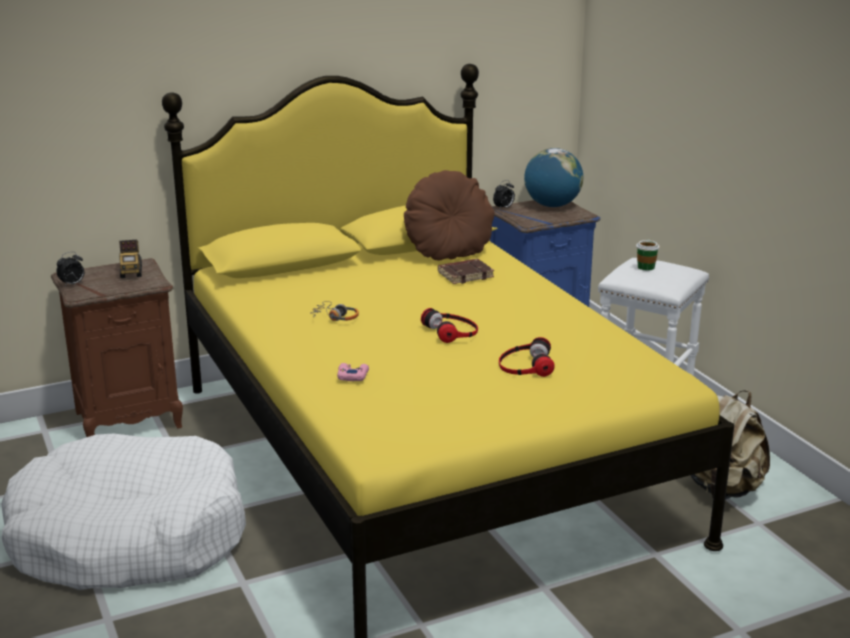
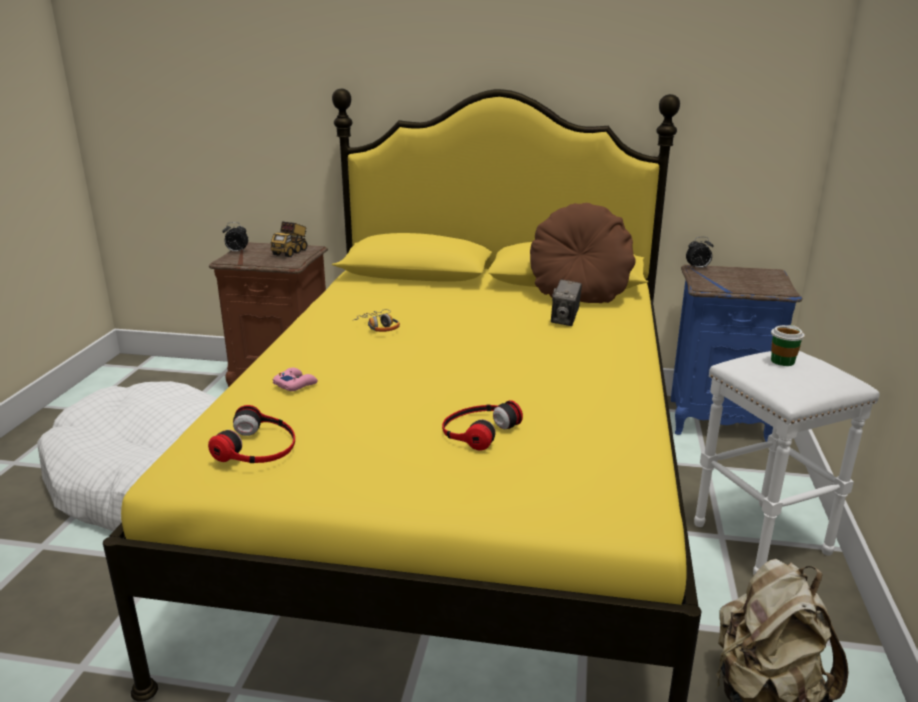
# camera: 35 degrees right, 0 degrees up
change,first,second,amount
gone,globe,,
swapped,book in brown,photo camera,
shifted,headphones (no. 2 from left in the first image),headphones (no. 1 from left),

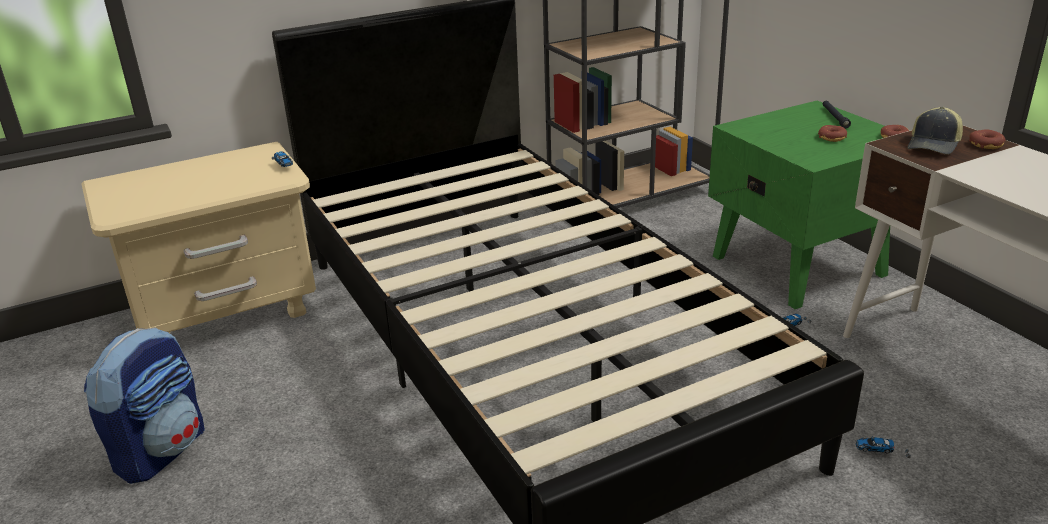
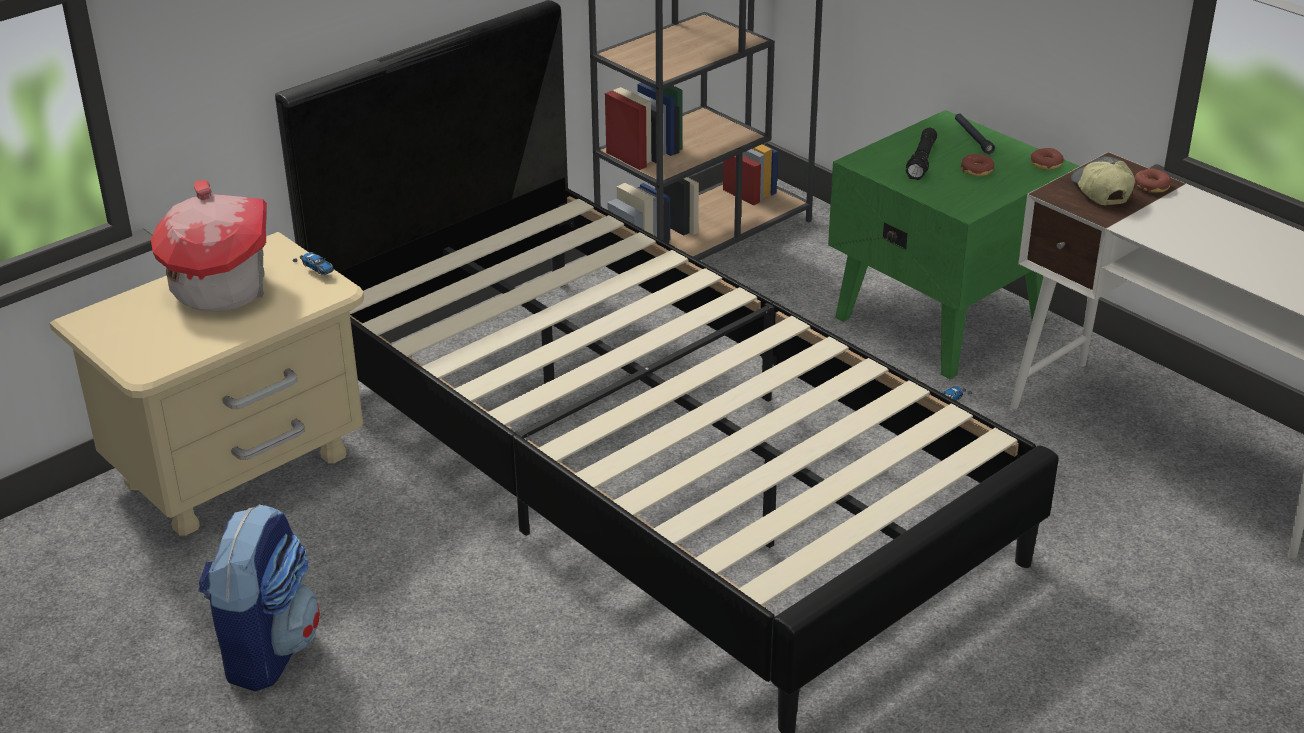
# camera: 15 degrees left, 5 degrees up
change,first,second,amount
rotated,cap,,150 degrees clockwise
gone,toy car (no. 3 from left),,
new,,flashlight in black (no. 1 from left),
new,,toy house,

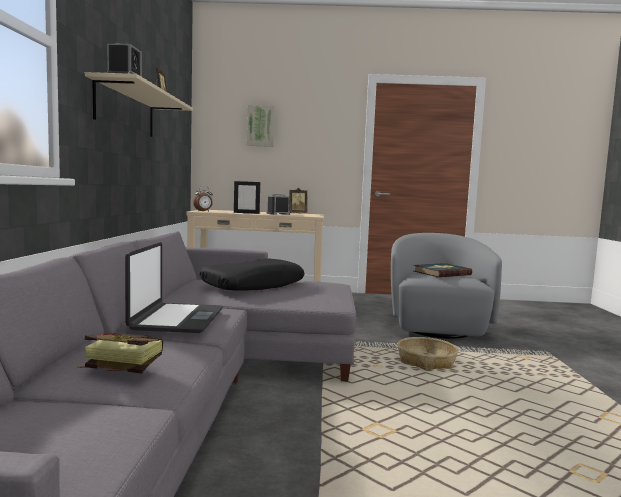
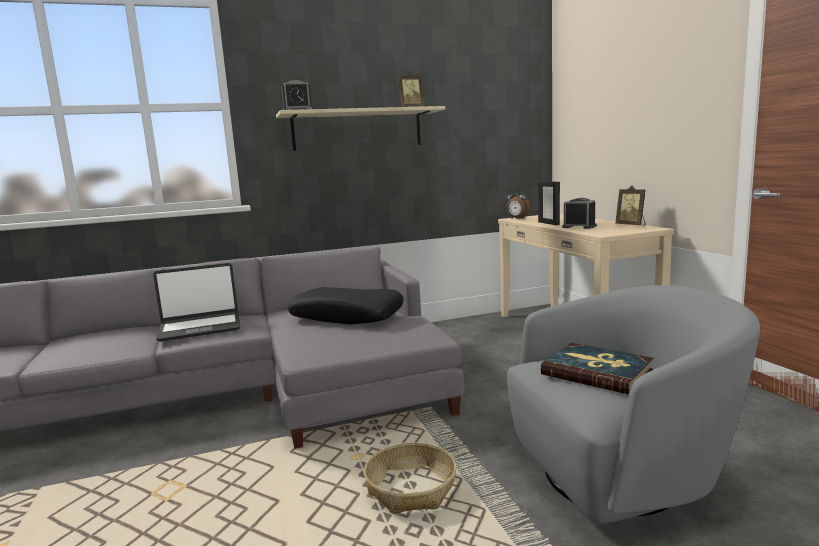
# camera: 70 degrees right, 5 degrees up
change,first,second,amount
gone,picture,,
gone,book (no. 1 from left),,

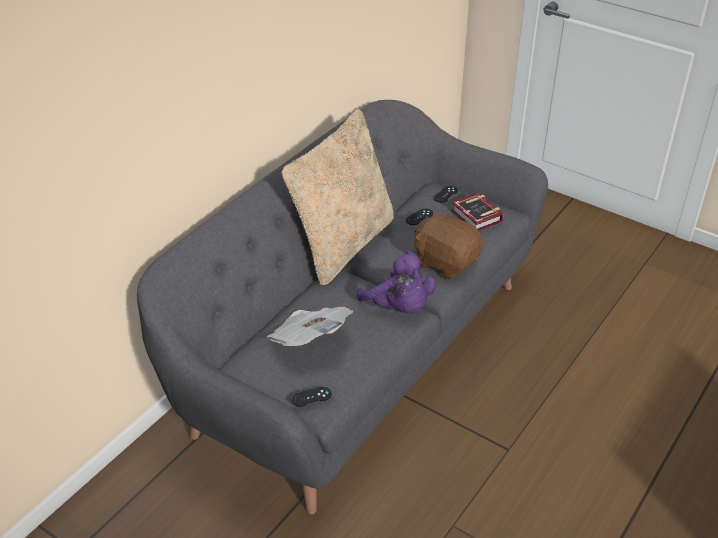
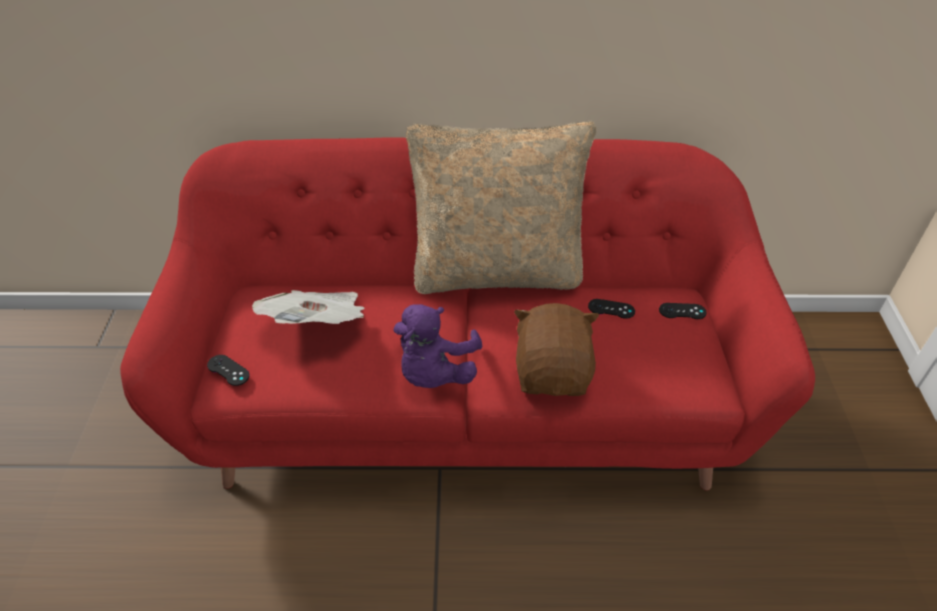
# camera: 55 degrees right, 5 degrees up
change,first,second,amount
repainted,sofa in grey,sofa in red,
gone,book,,

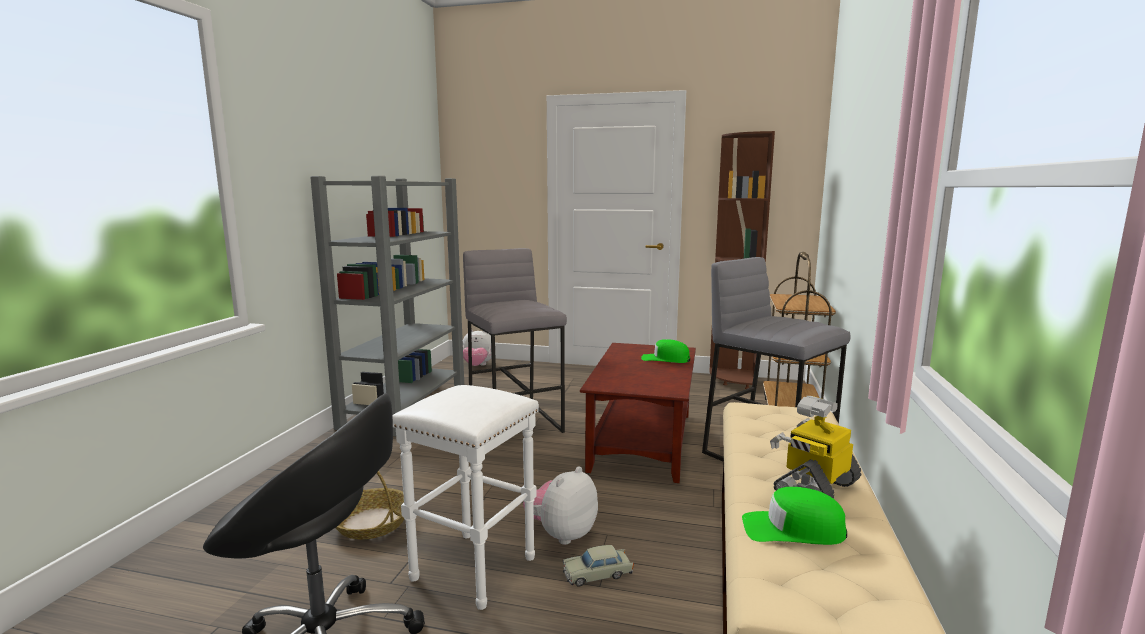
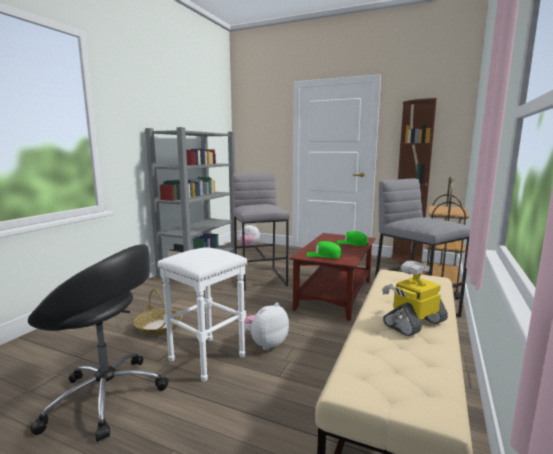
# camera: 10 degrees right, 0 degrees up
change,first,second,amount
shifted,cap in green (no. 2 from left in the first image),cap in green (no. 1 from left),
gone,toy car in beige,,

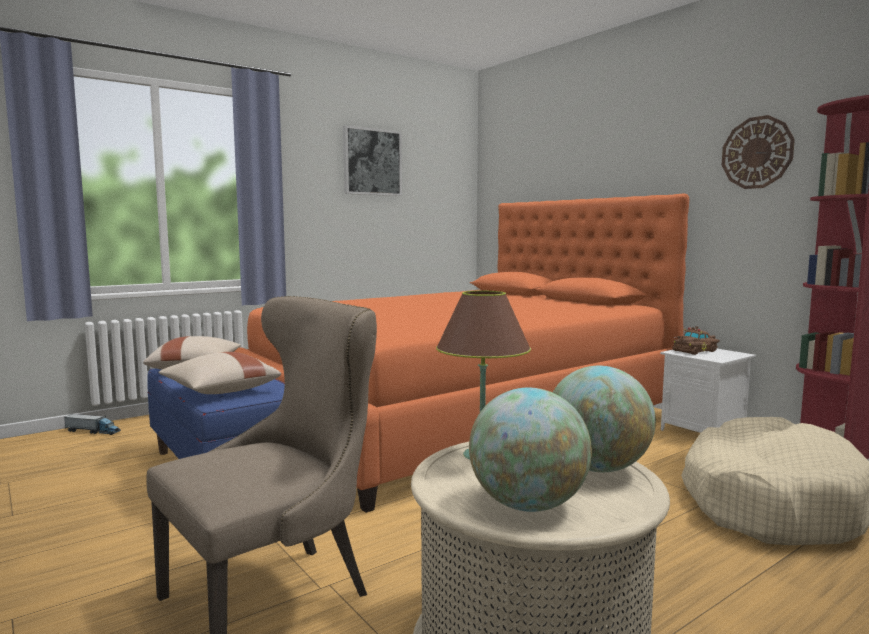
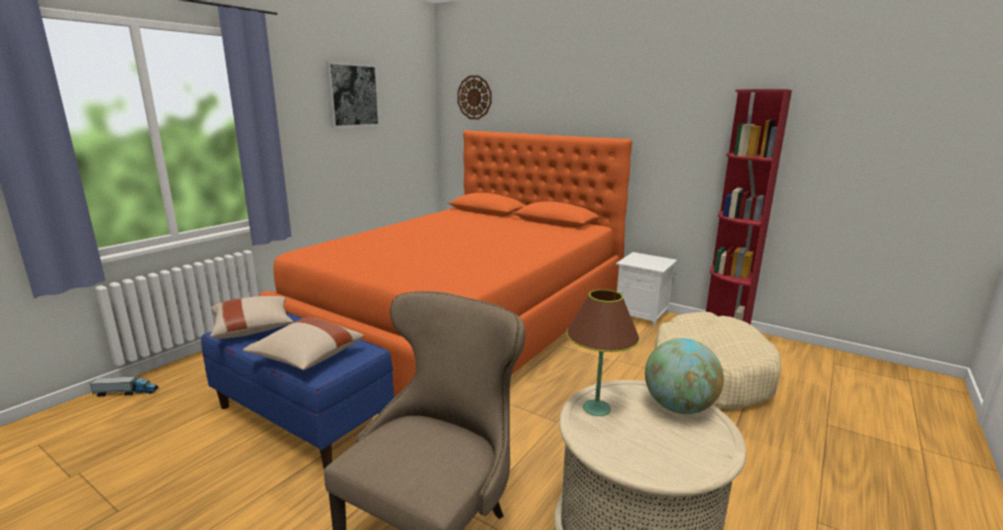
# camera: 20 degrees left, 10 degrees up
change,first,second,amount
shifted,wall clock,,
gone,toy car in brown,,
gone,globe (no. 1 from left),,

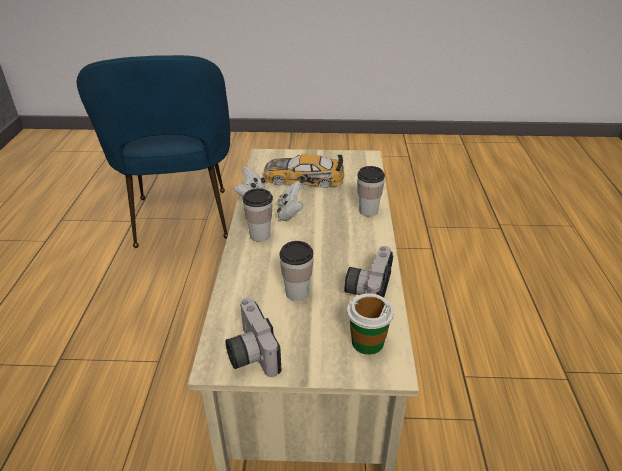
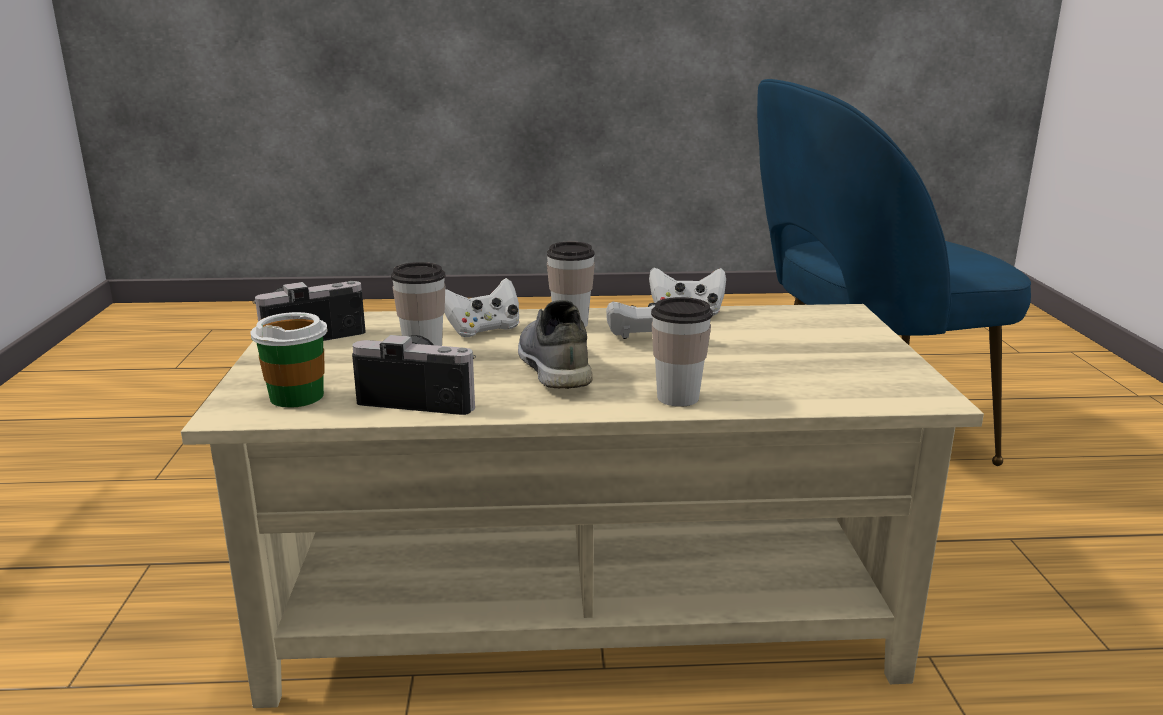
# camera: 85 degrees right, 15 degrees down
change,first,second,amount
gone,toy car,,
new,,game controller in white (no. 1 from left),
new,,shoe in grey,

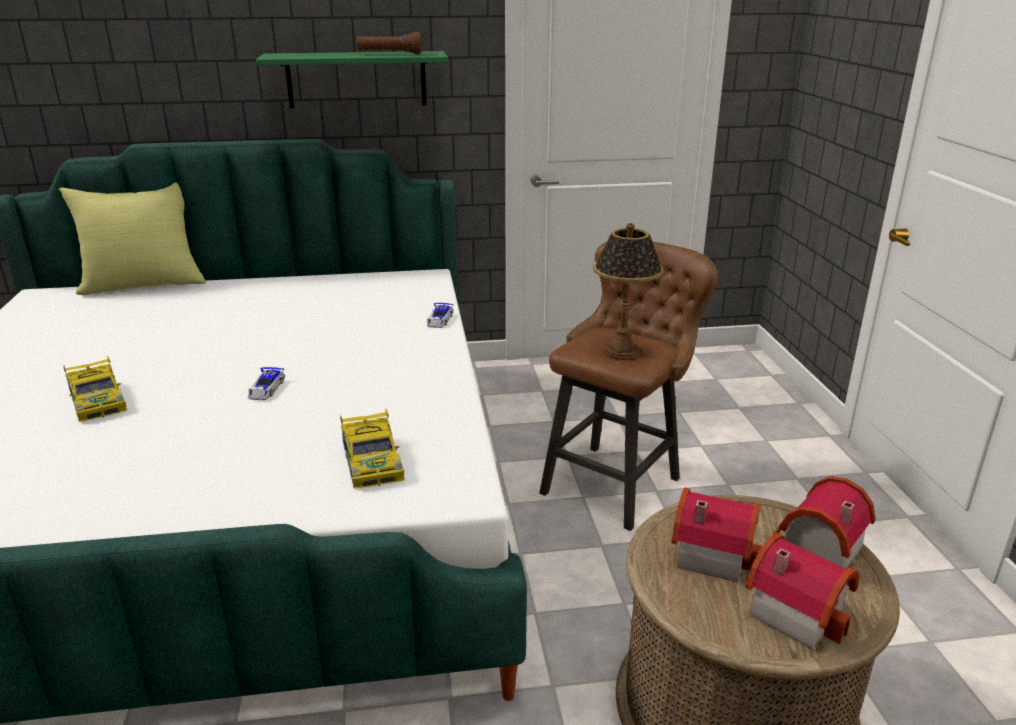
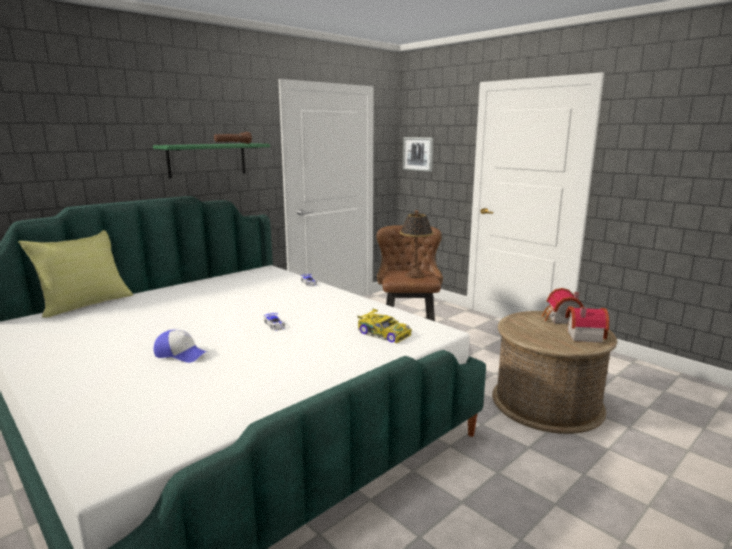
# camera: 35 degrees left, 10 degrees down
change,first,second,amount
swapped,toy car (no. 1 from left),cap,
gone,toy house (no. 1 from left),,
new,,picture,

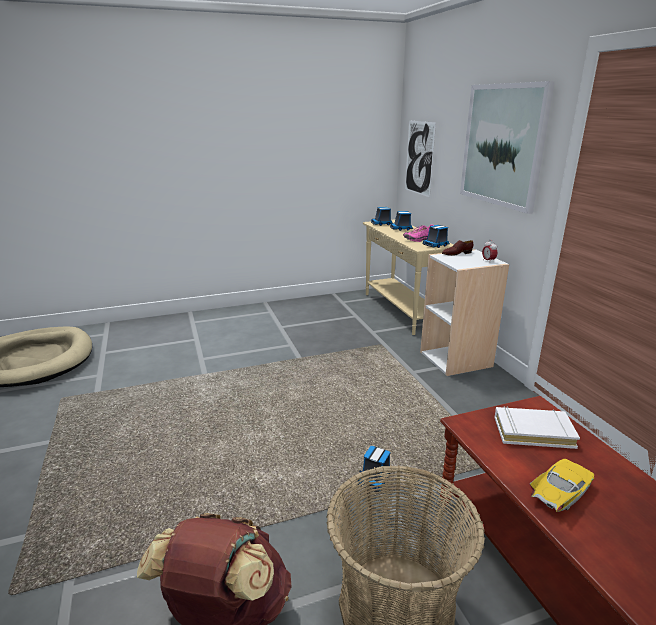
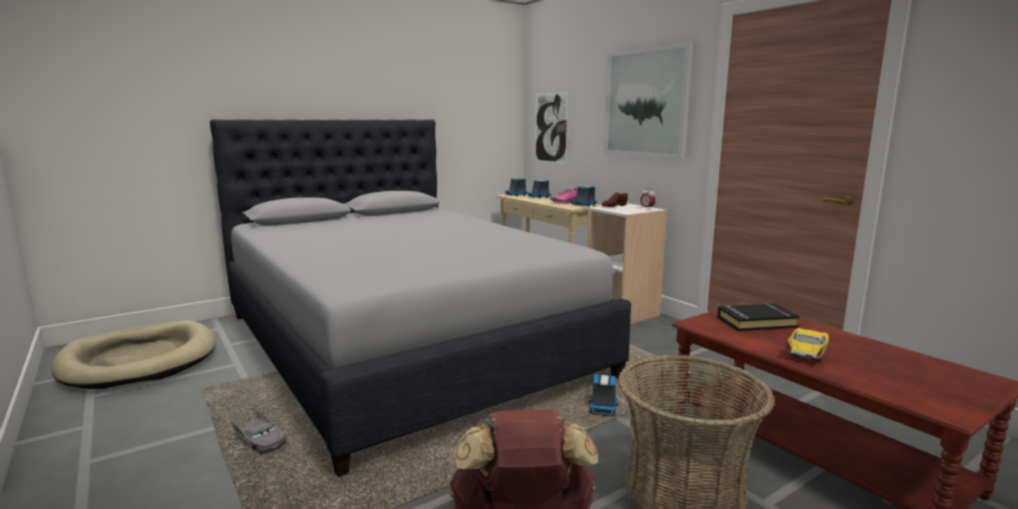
# camera: 15 degrees left, 10 degrees down
change,first,second,amount
repainted,book in white,book in black,
new,,bed in grey,
new,,toy car in grey,

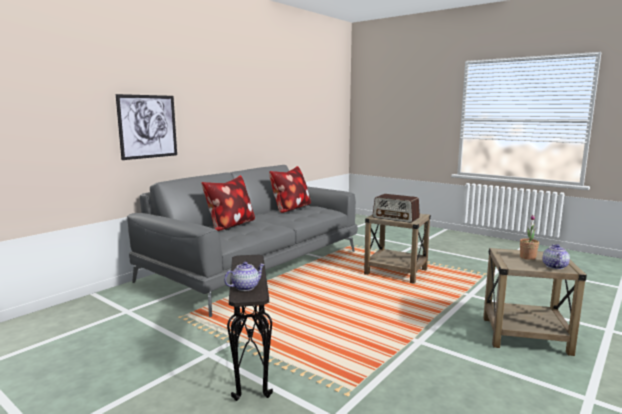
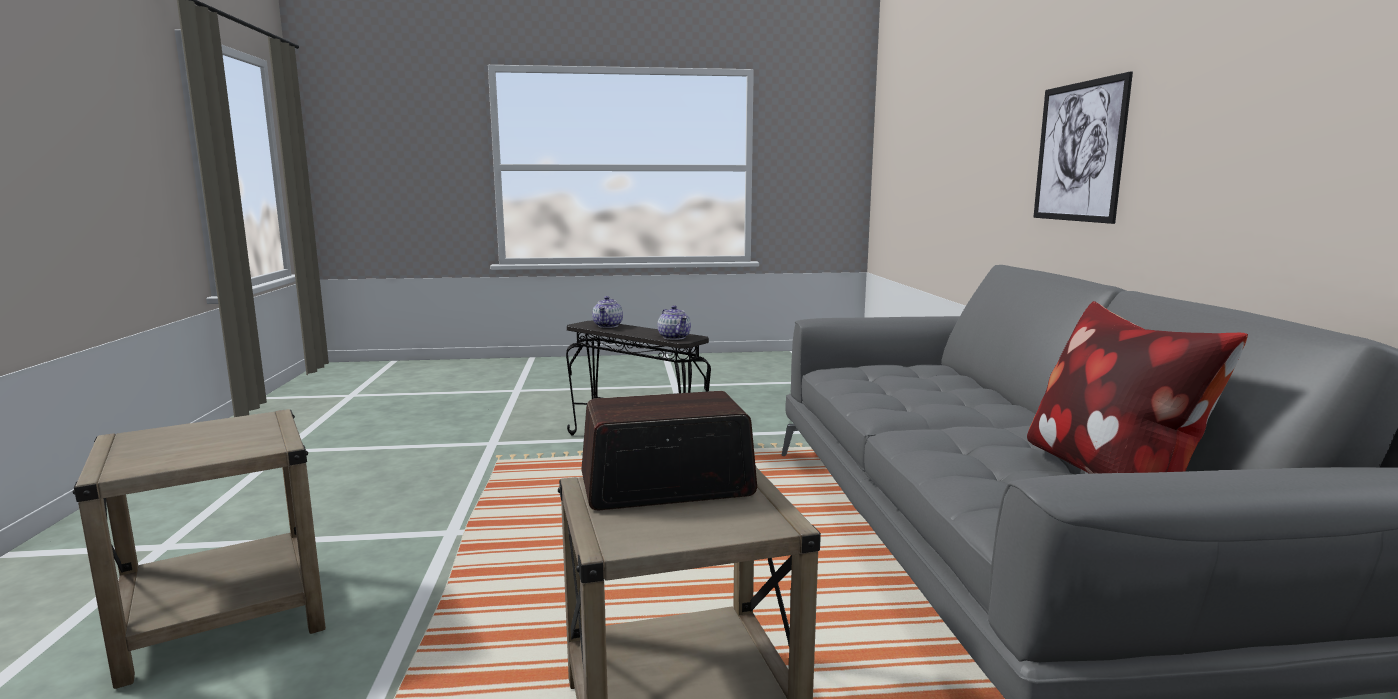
# camera: 135 degrees right, 0 degrees up
change,first,second,amount
gone,pillow (no. 1 from left),,
gone,potted plant,,
shifted,teapot (no. 2 from left),,

